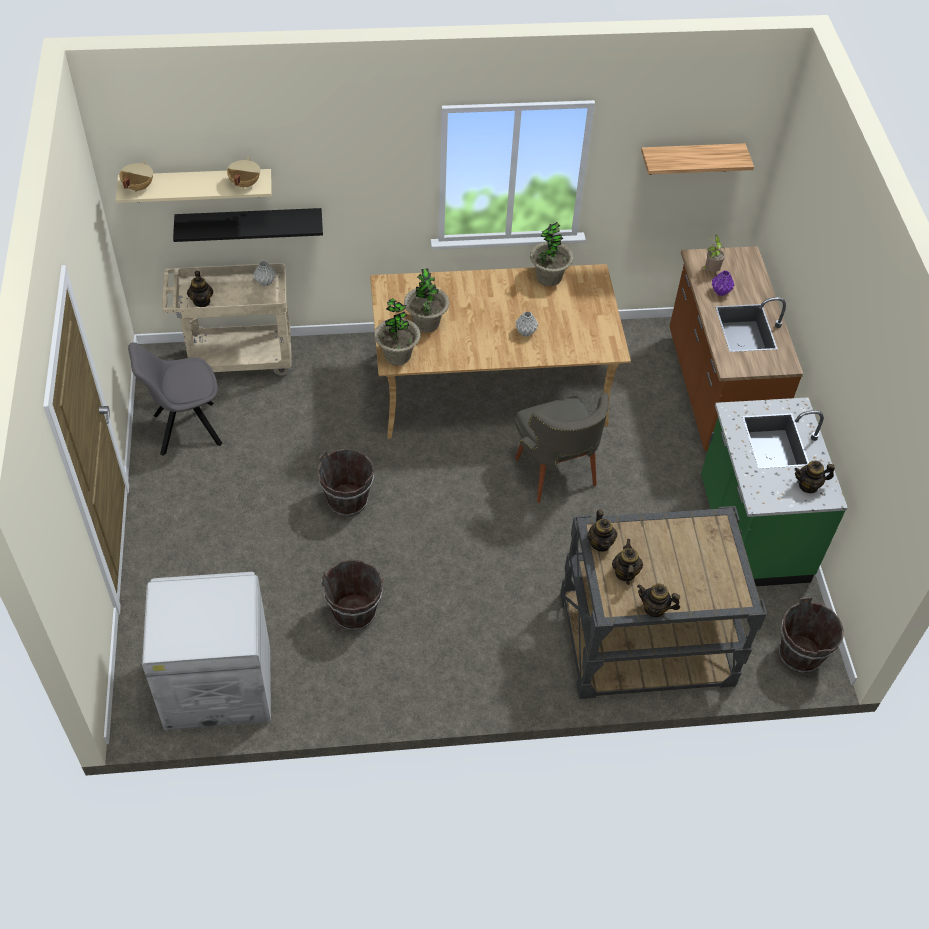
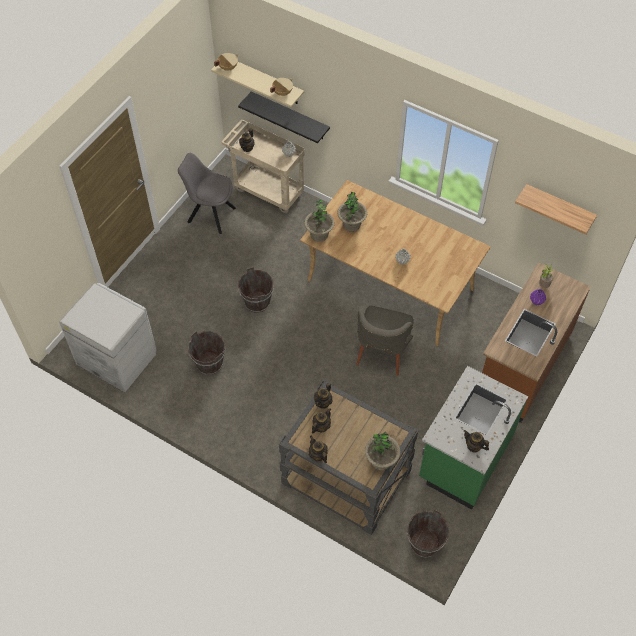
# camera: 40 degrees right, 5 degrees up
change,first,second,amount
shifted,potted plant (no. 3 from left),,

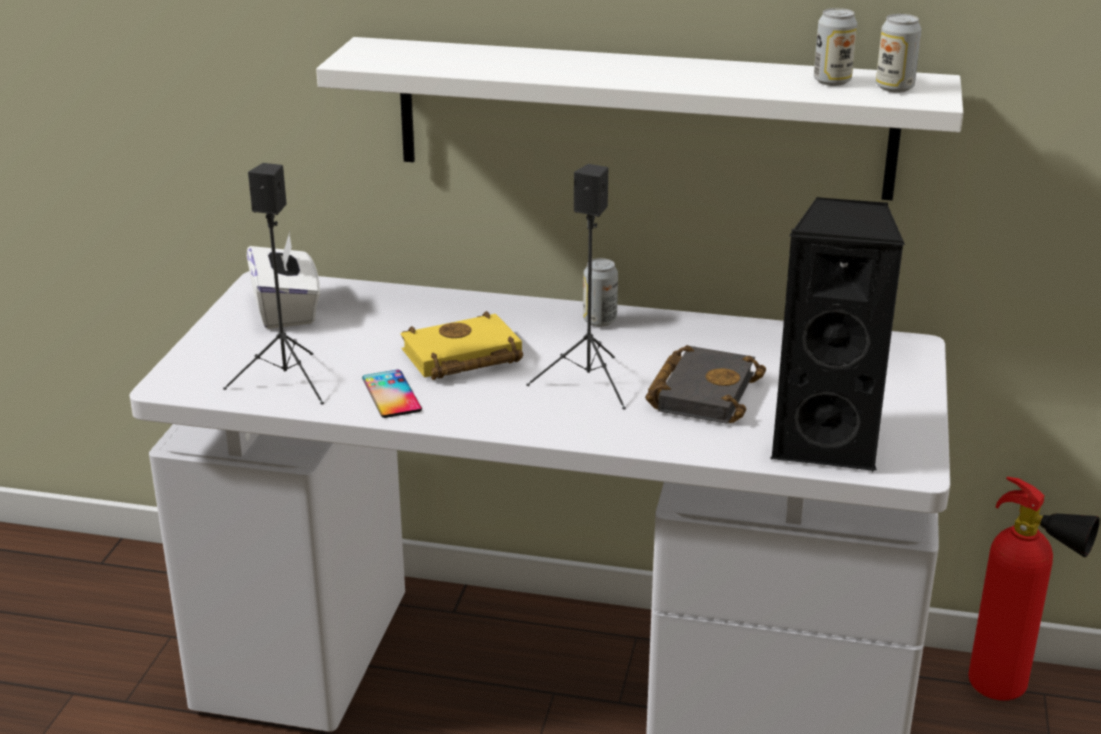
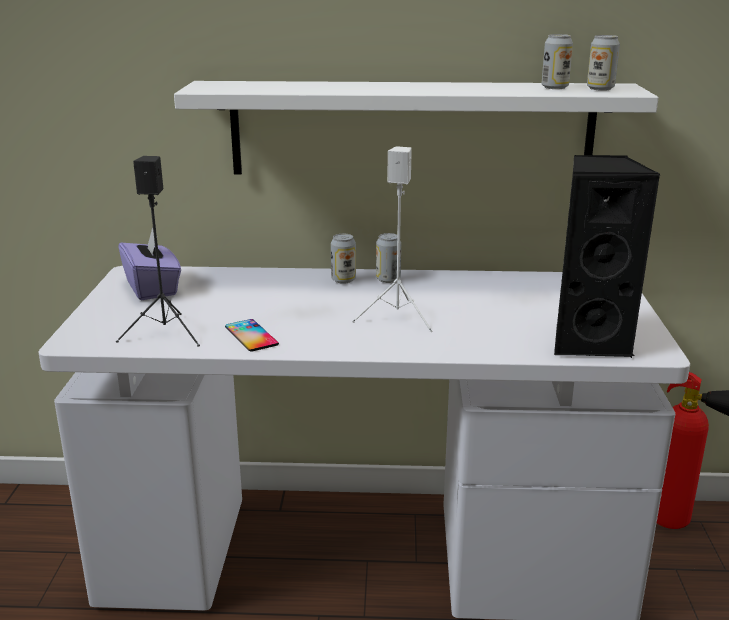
# camera: 10 degrees left, 5 degrees down
change,first,second,amount
repainted,speaker in black (no. 2 from left),speaker in white,
repainted,tissue box in white,tissue box in purple,
gone,book in yellow,,
gone,book in black,,
new,,can (no. 1 from left),

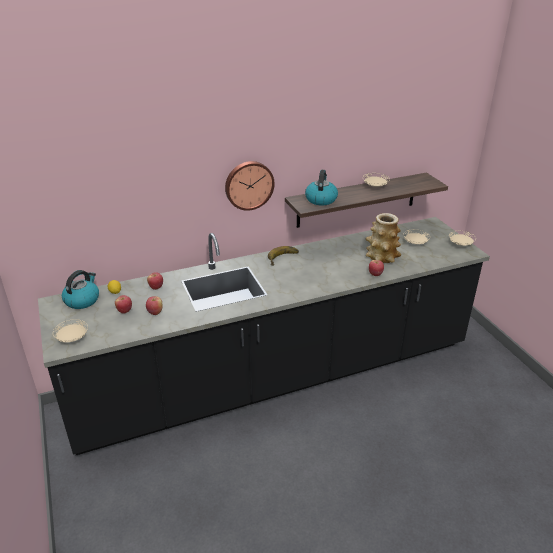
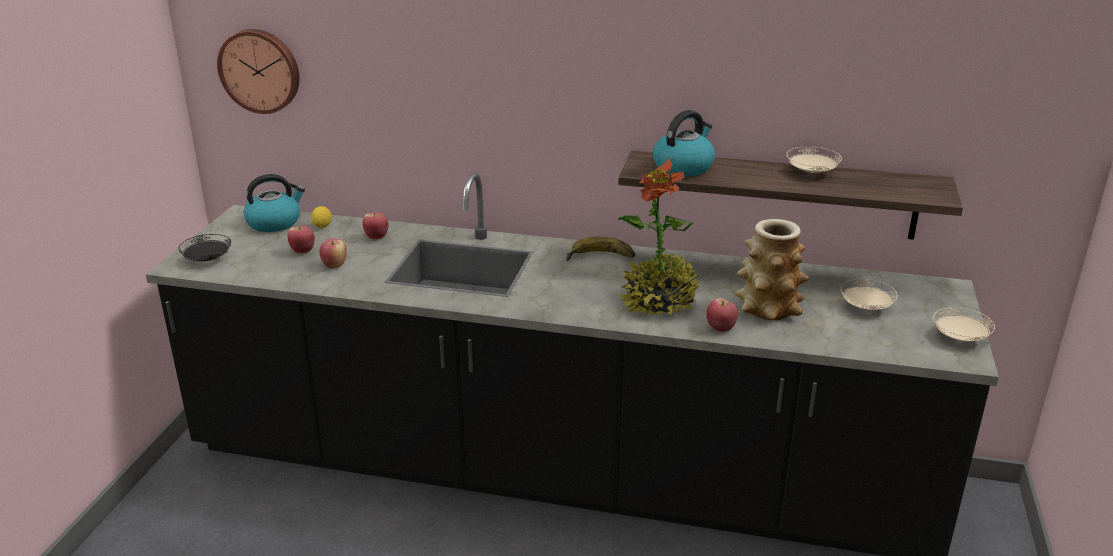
# camera: 35 degrees right, 5 degrees down
change,first,second,amount
shifted,wall clock,,
repainted,plate in beige (no. 1 from left),plate in black,
new,,potted plant,

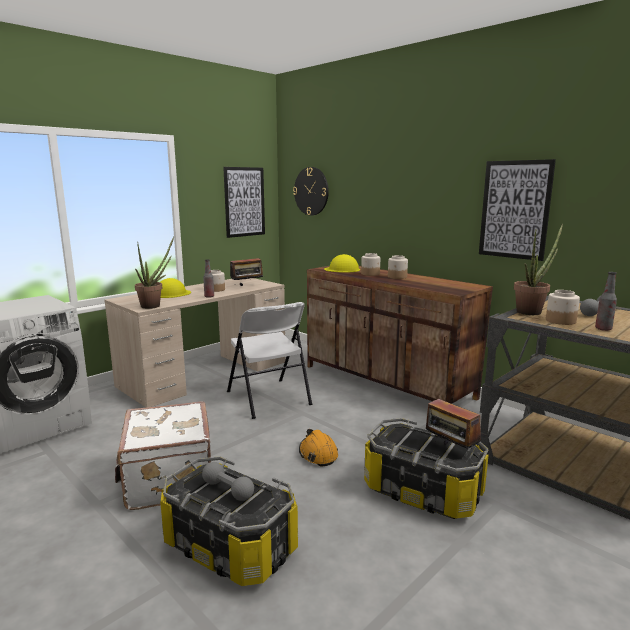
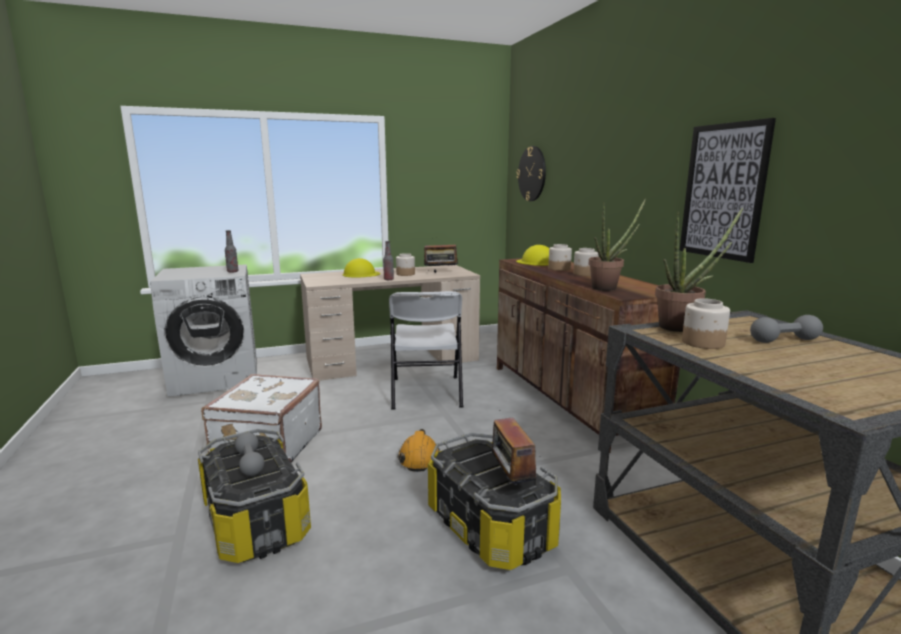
# camera: 25 degrees right, 0 degrees up
change,first,second,amount
gone,picture (no. 1 from left),,
shifted,potted plant (no. 1 from left),,
shifted,bottle (no. 2 from left in the first image),bottle (no. 1 from left),

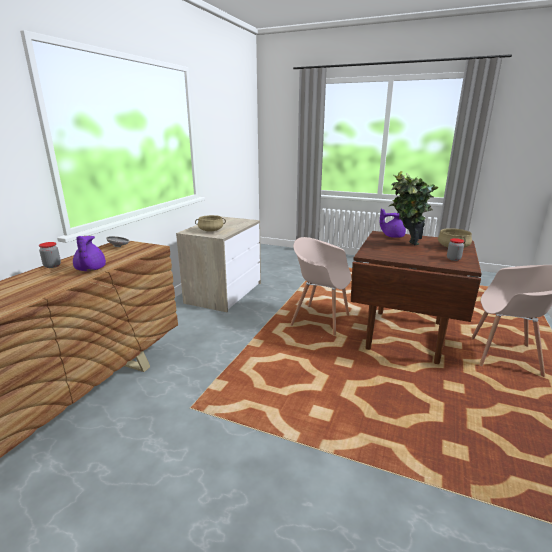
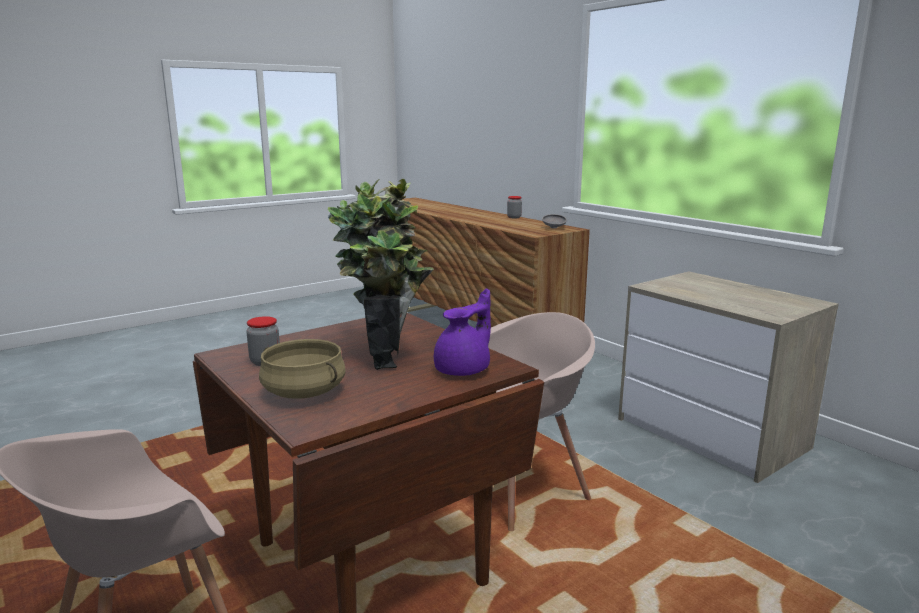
# camera: 120 degrees right, 5 degrees down
change,first,second,amount
gone,cooking pot in beige (no. 1 from left),,
gone,teapot in purple (no. 1 from left),,

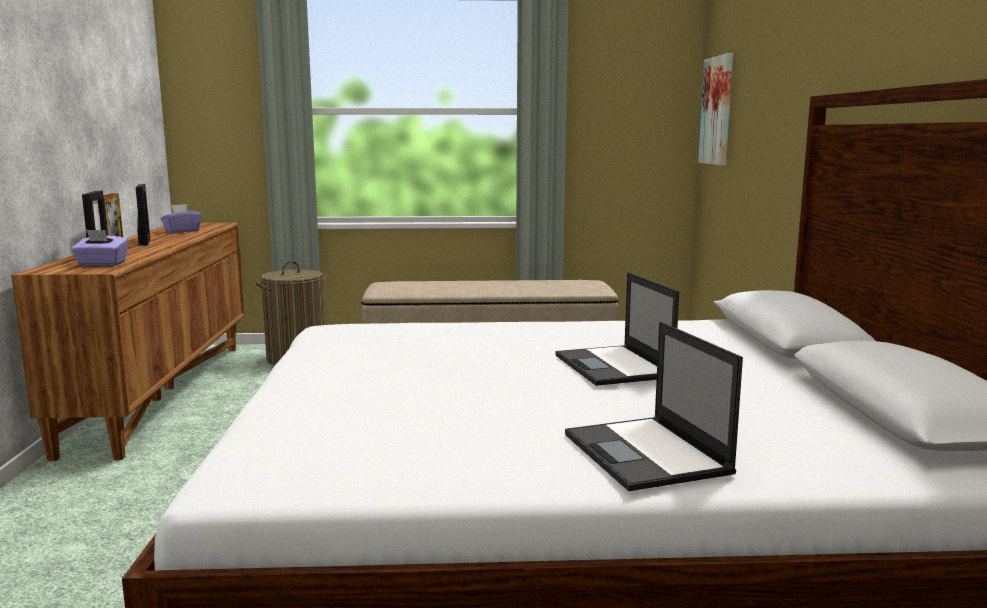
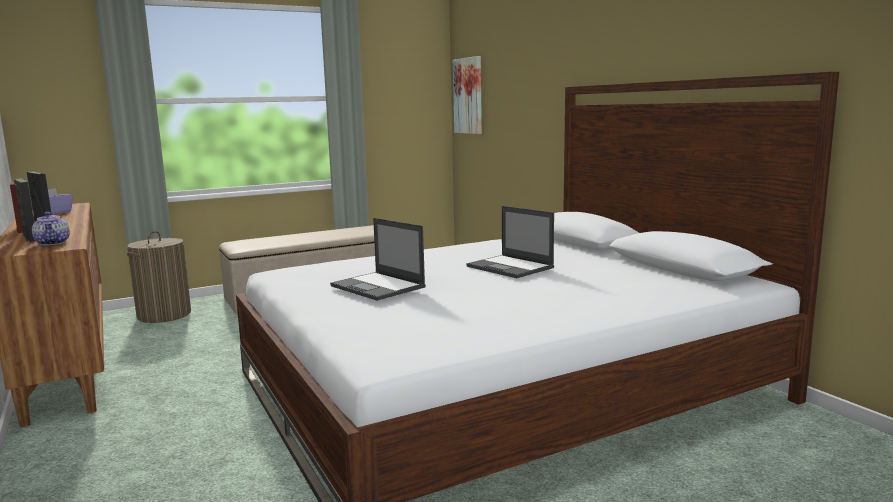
# camera: 25 degrees left, 0 degrees up
change,first,second,amount
swapped,tissue box in purple (no. 1 from left),teapot,
shifted,laptop (no. 2 from left in the first image),laptop (no. 1 from left),

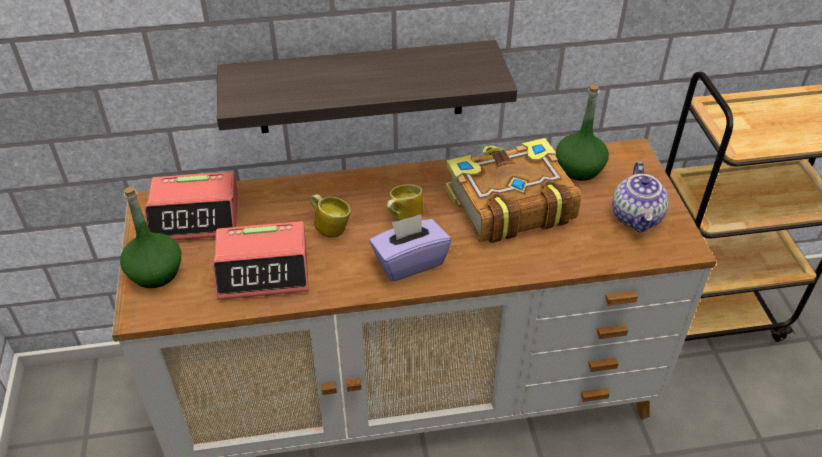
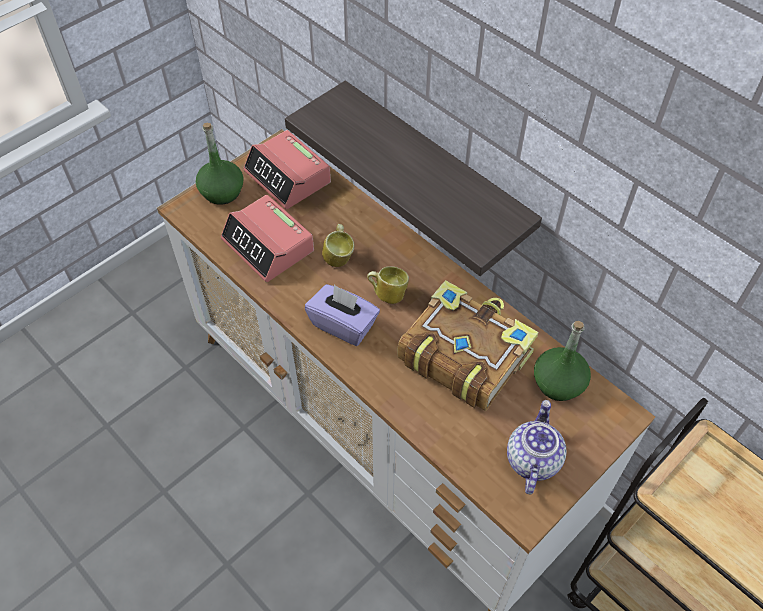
# camera: 55 degrees right, 10 degrees up
change,first,second,amount
rotated,teapot,,135 degrees clockwise

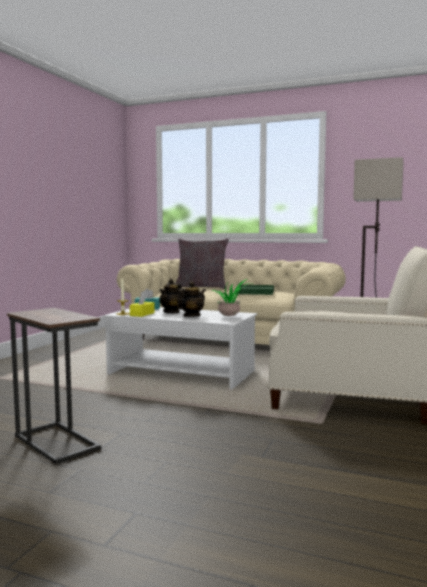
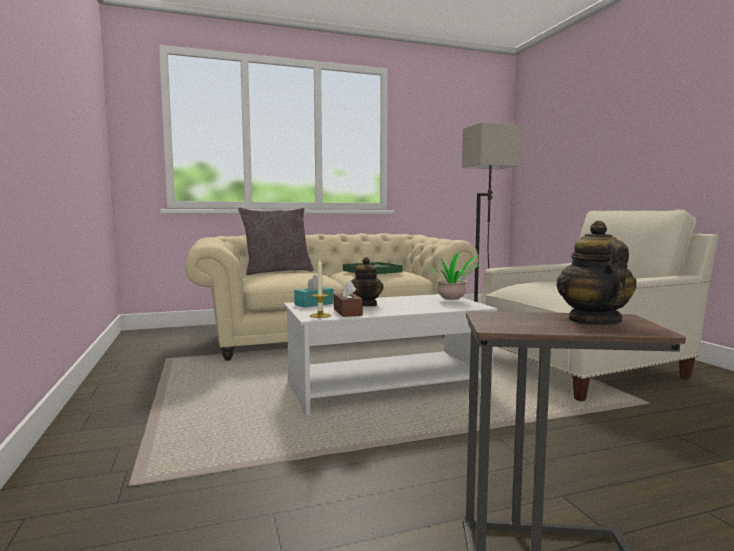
# camera: 40 degrees left, 0 degrees up
change,first,second,amount
shifted,teapot (no. 2 from left),,
repainted,tissue box in yellow,tissue box in brown,

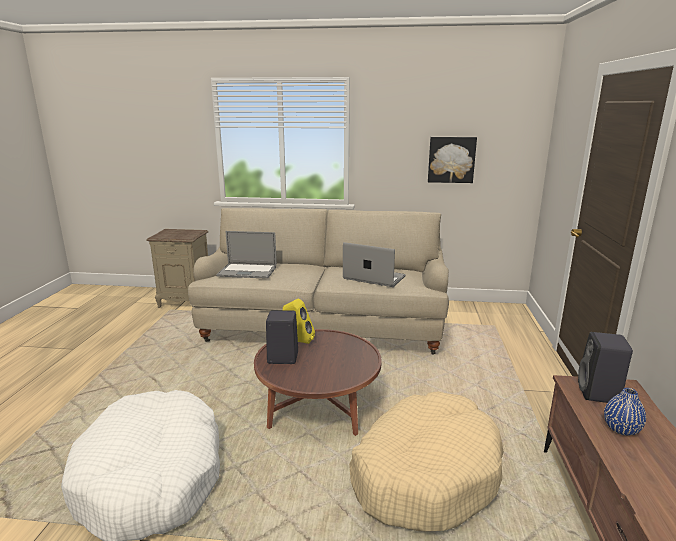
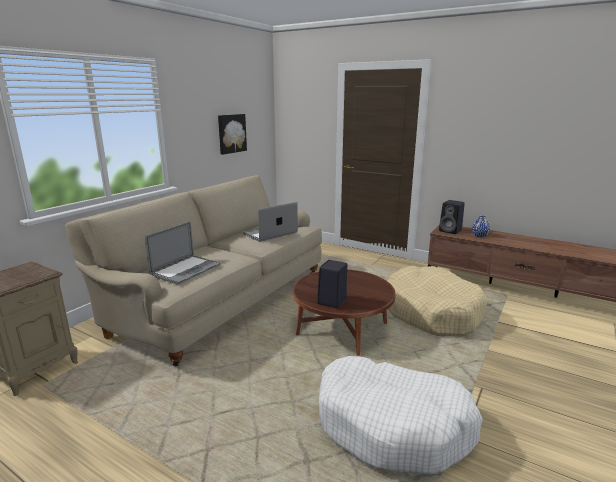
# camera: 65 degrees left, 0 degrees up
change,first,second,amount
gone,speaker in yellow,,

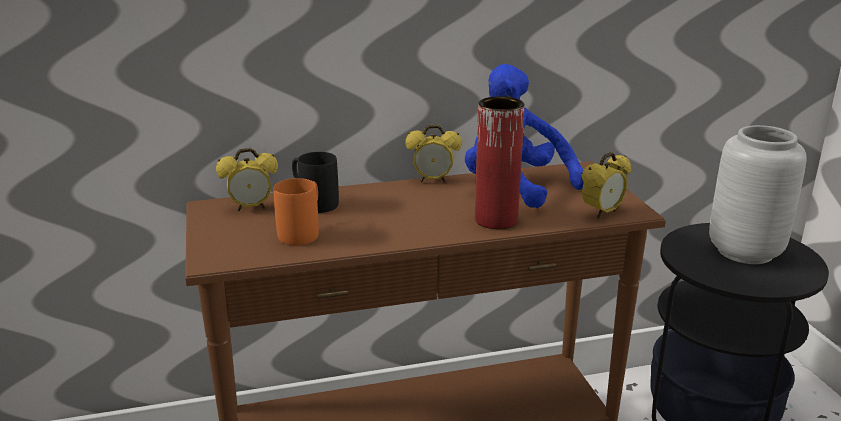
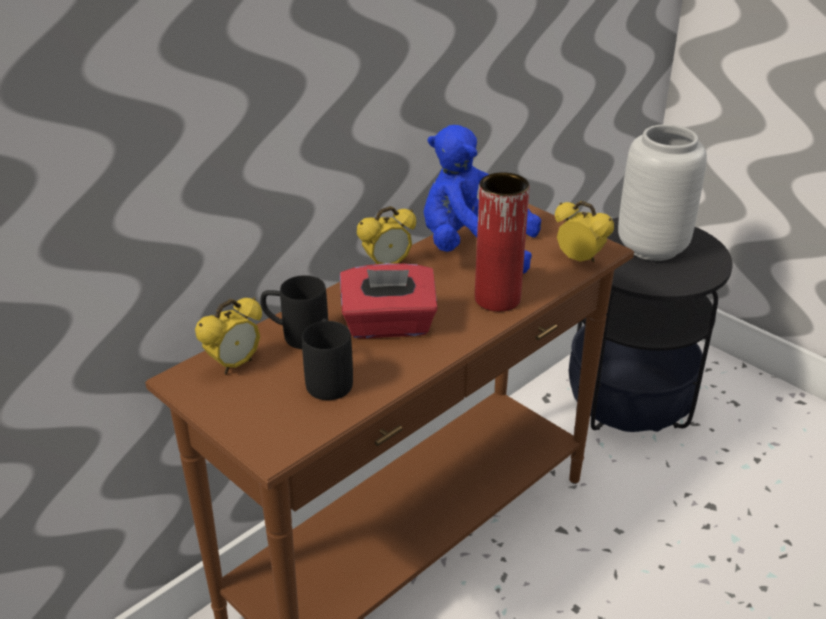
# camera: 30 degrees left, 10 degrees up
change,first,second,amount
rotated,alarm clock (no. 3 from left),,75 degrees counterclockwise
repainted,mug in orange,mug in black (no. 2 from left),
new,,tissue box in red,

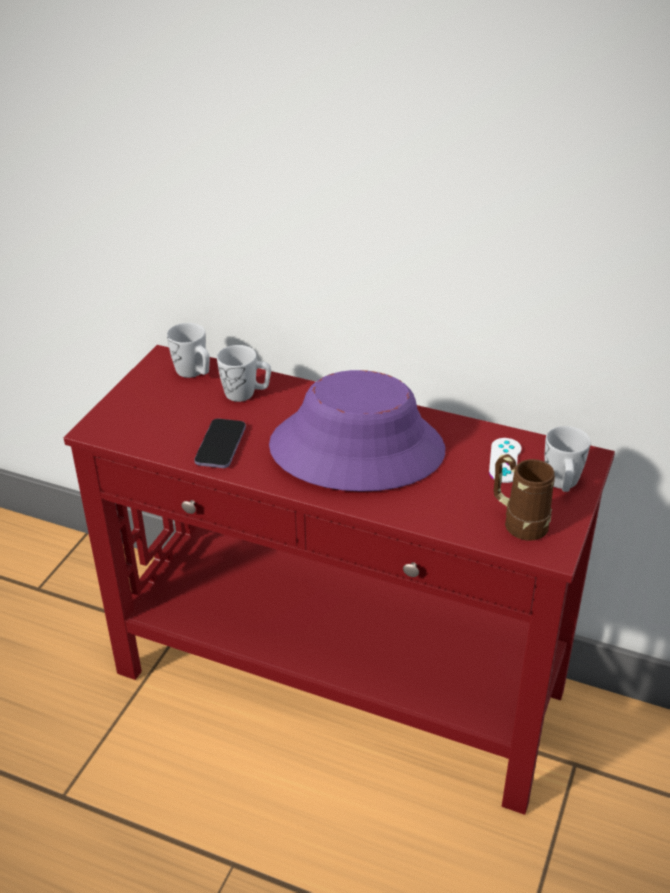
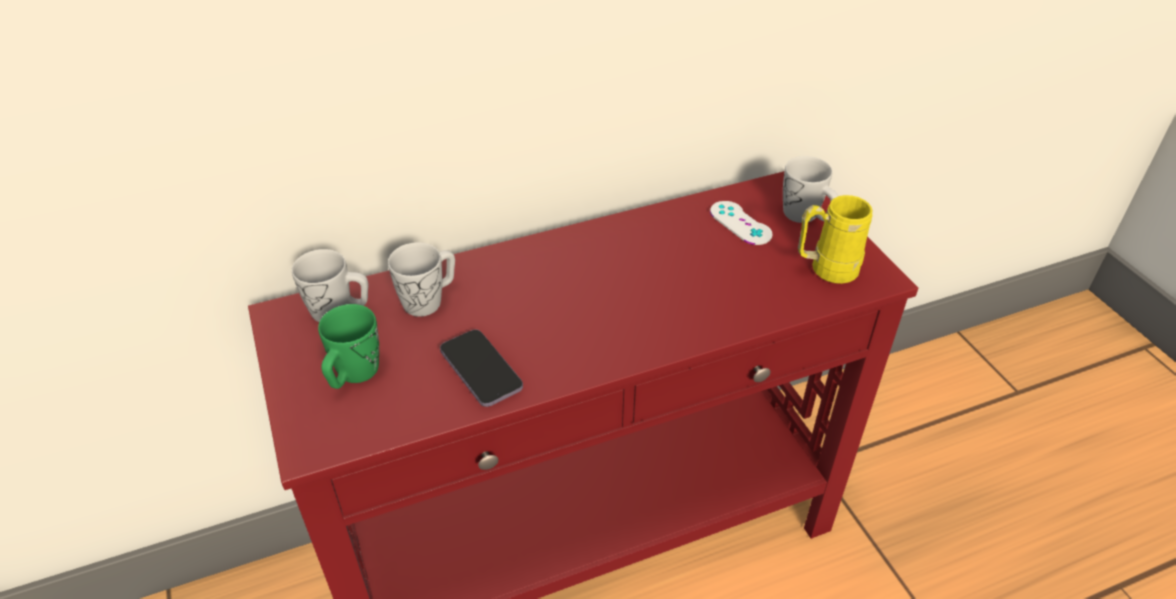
# camera: 45 degrees left, 5 degrees up
change,first,second,amount
gone,hat in purple,,
repainted,mug in brown,mug in yellow,
new,,mug in green,

